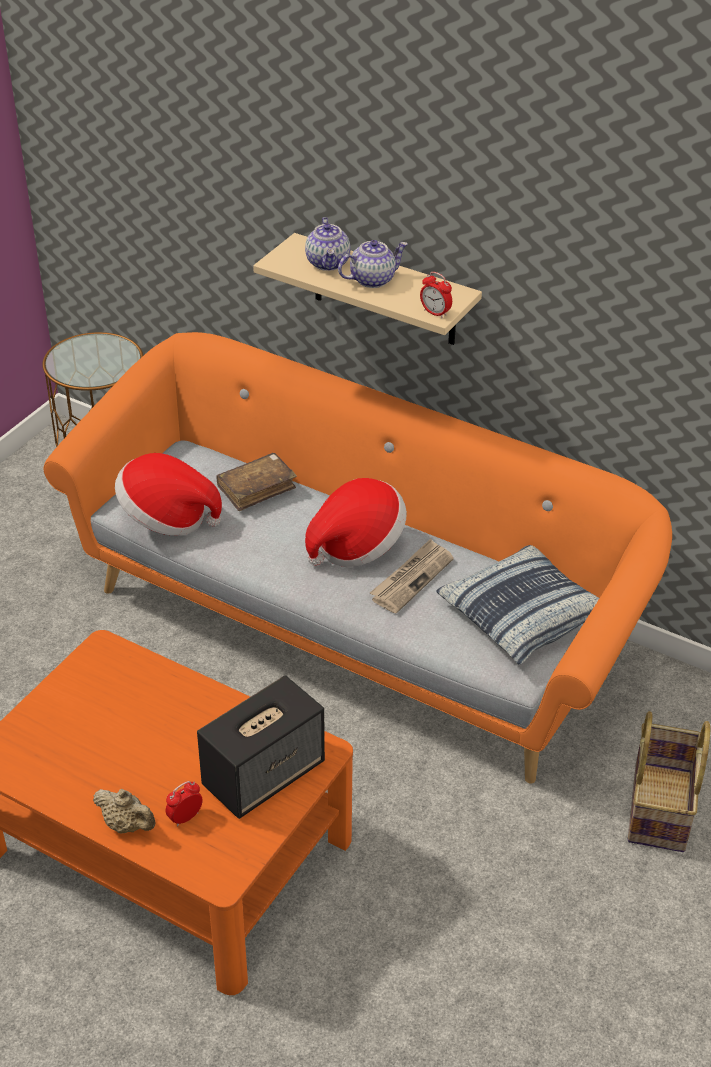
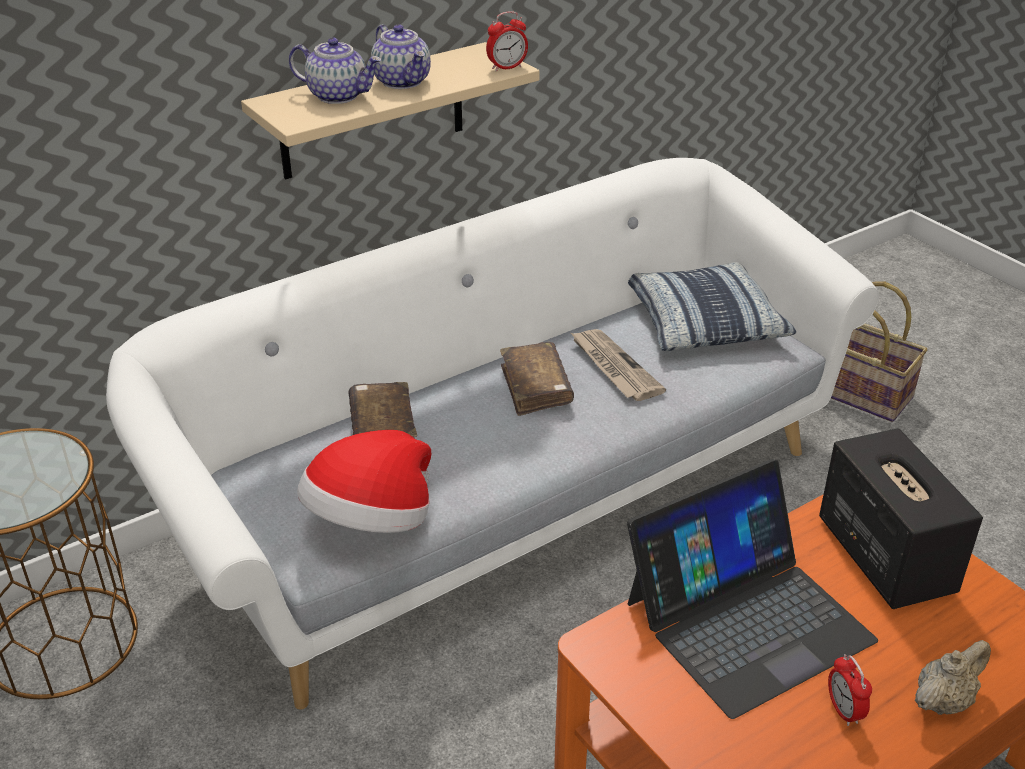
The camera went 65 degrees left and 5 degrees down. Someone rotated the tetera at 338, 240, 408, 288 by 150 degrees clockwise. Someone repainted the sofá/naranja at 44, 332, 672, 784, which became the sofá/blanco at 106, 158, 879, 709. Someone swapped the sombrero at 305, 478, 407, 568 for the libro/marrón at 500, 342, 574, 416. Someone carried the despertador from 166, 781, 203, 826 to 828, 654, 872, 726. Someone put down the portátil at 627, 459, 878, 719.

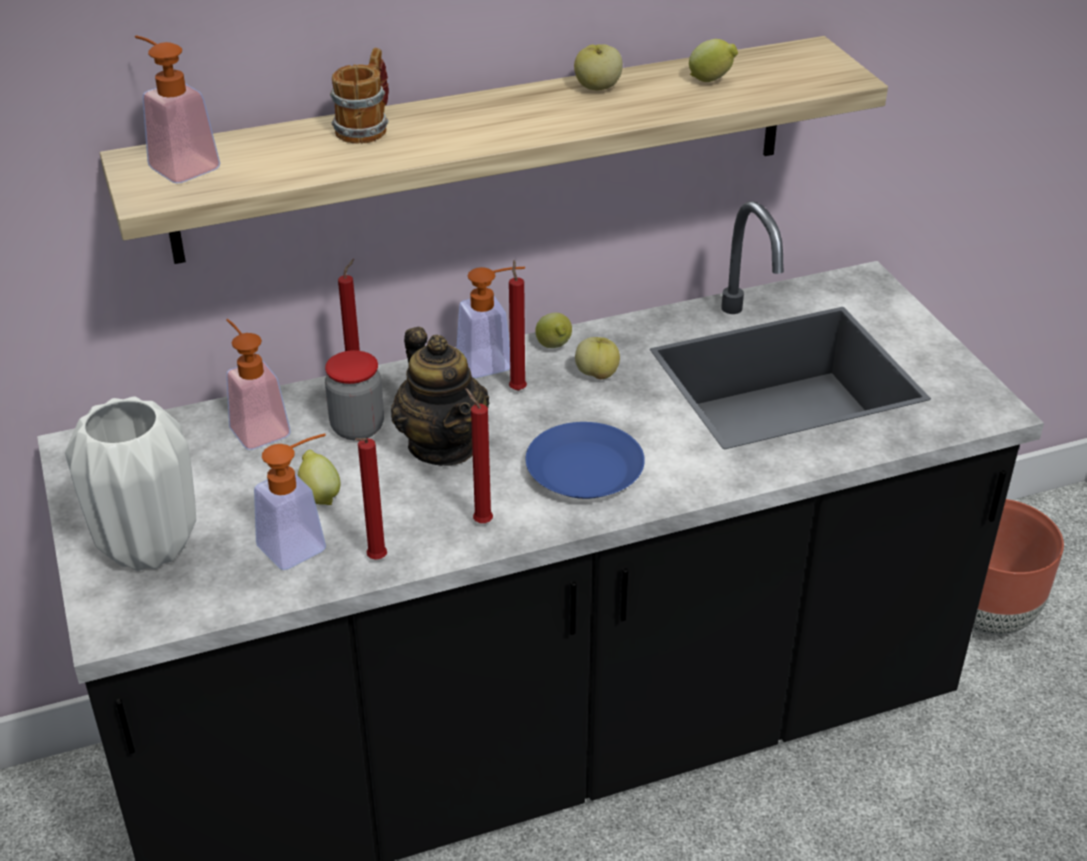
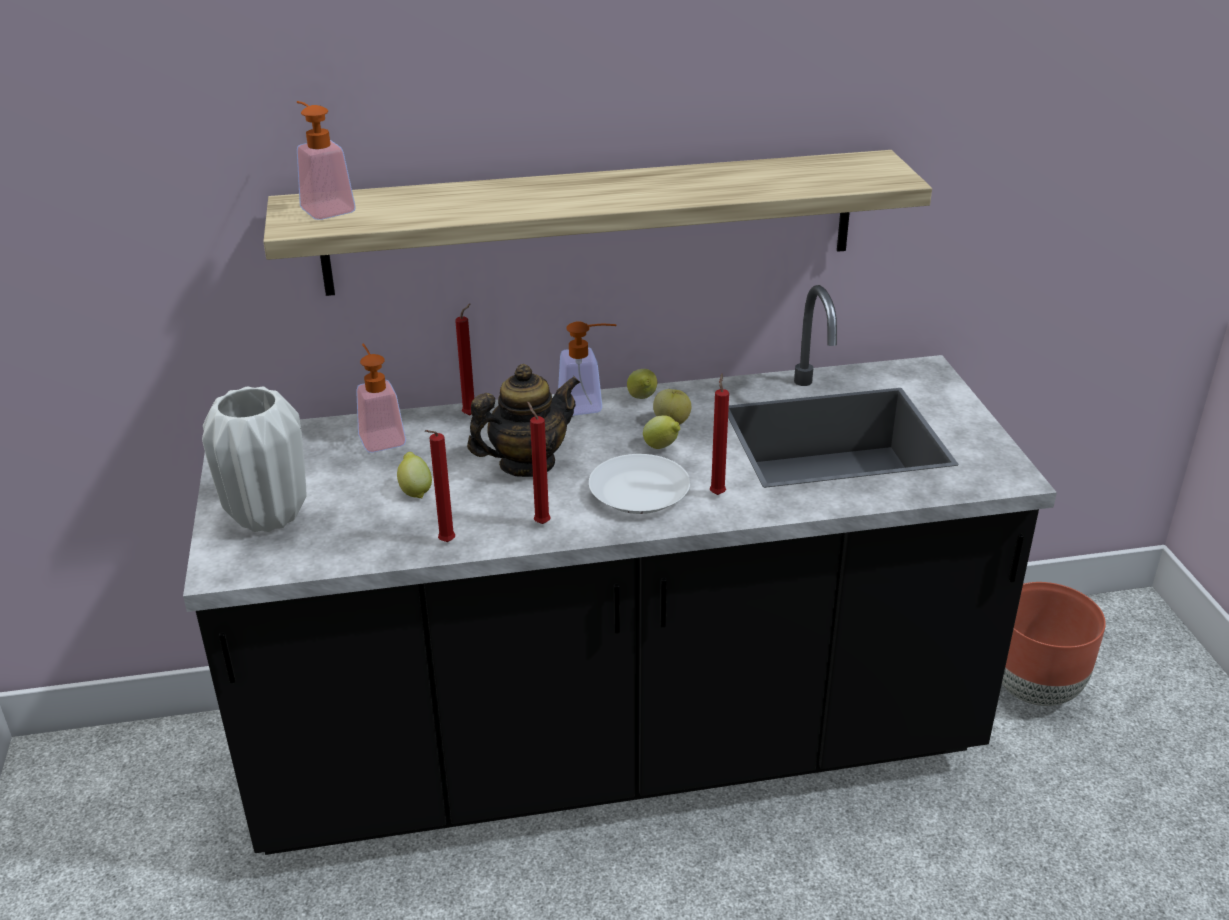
The camera went 10 degrees right and 5 degrees down. Someone carried the limón from 689, 39, 738, 82 to 643, 415, 680, 449. Someone took away the manzana at 574, 44, 623, 90. Someone took away the taza grande at 330, 48, 389, 144. Someone carried the vela/rojo from 509, 260, 527, 391 to 710, 373, 729, 495. Someone rotated the tetera at 391, 327, 489, 466 by 105 degrees counterclockwise. Someone took away the tarro at 325, 350, 384, 440. Someone repainted the plato/azul at 525, 422, 645, 499, which became the plato/blanco at 589, 454, 690, 514. Someone took away the dispensador de jabón at 254, 433, 326, 570.

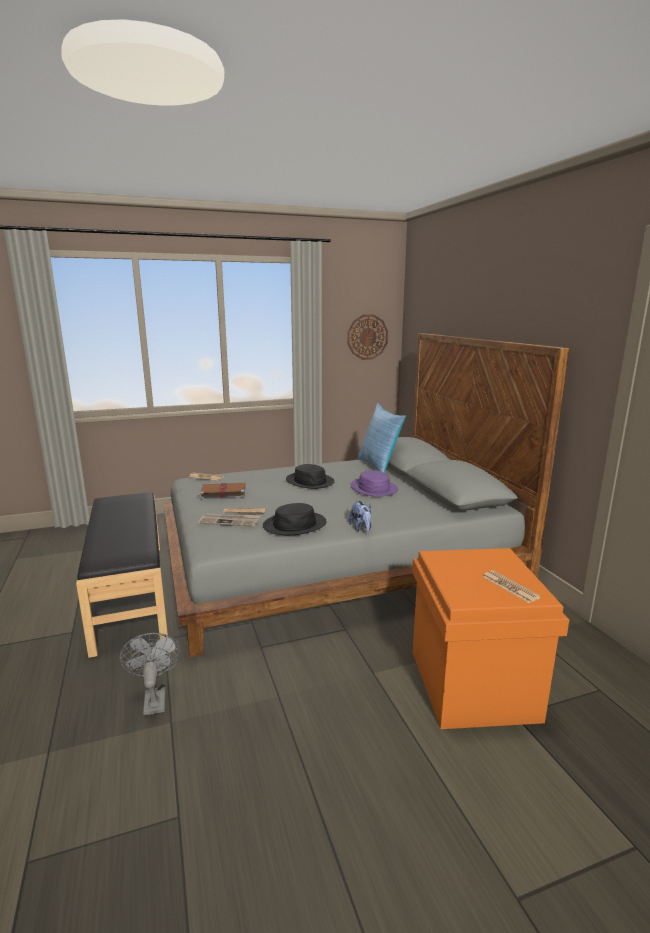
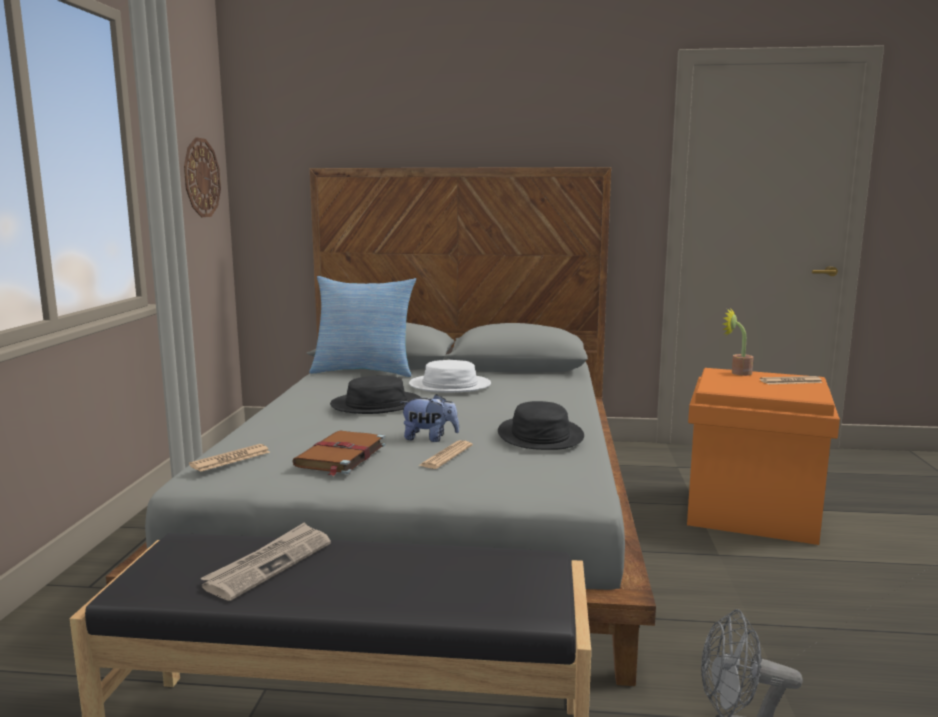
The camera went 65 degrees left and 5 degrees down. Someone repainted the sombrero/morado at 351, 470, 398, 496, which became the sombrero/blanco at 409, 360, 491, 392. Someone carried the peluche from 349, 500, 372, 531 to 400, 394, 459, 442. Someone carried the periódico from 198, 514, 261, 527 to 201, 522, 331, 601. Someone put down the planta en maceta at 722, 308, 754, 376.

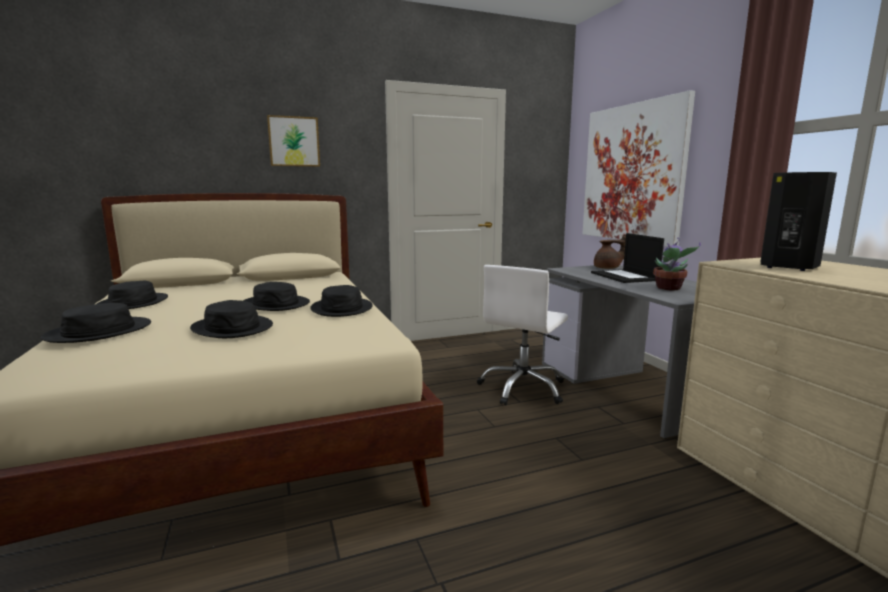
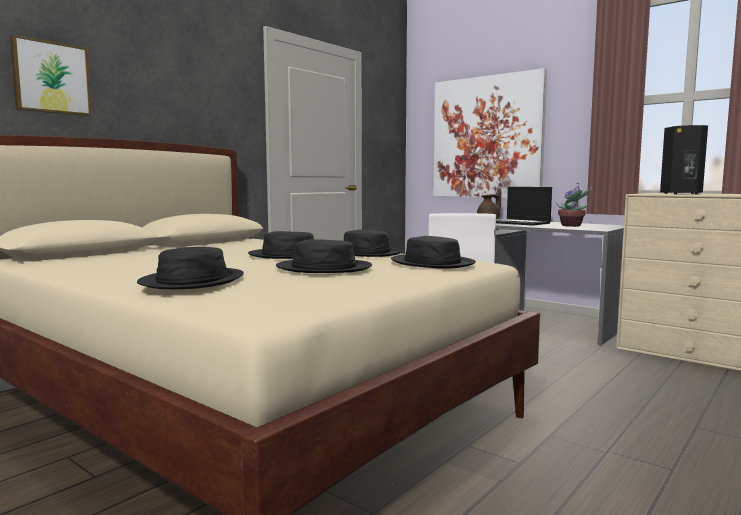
The camera went 30 degrees left and 5 degrees down. Someone carried the cuadro from 267, 115, 320, 167 to 10, 35, 92, 116. Someone carried the sombrero/negro from 97, 281, 168, 309 to 391, 236, 476, 268.

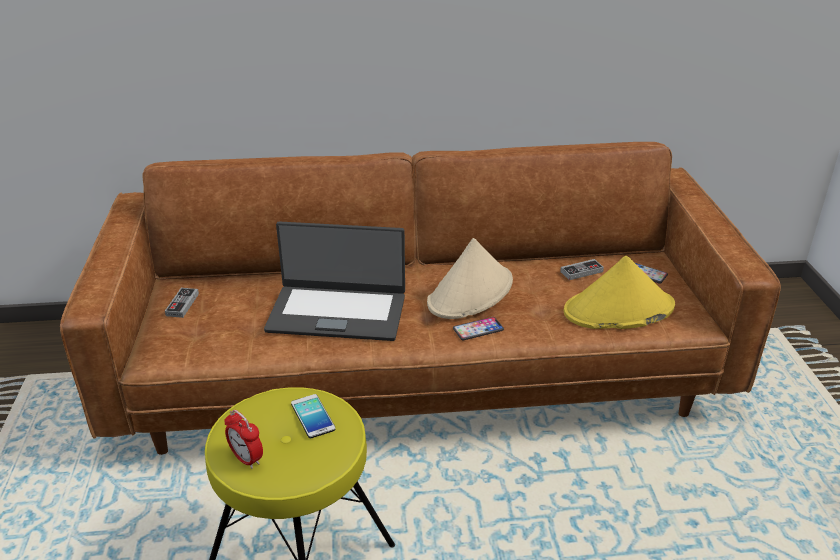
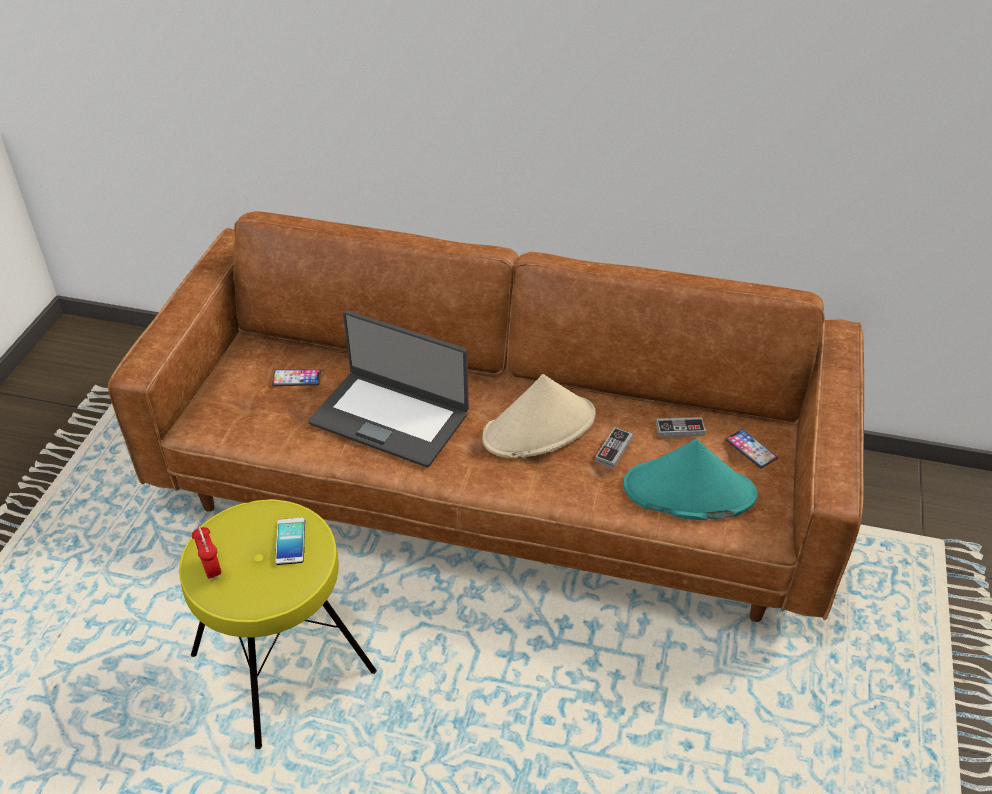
The camera went 20 degrees right and 10 degrees up. Someone repainted the sombrero/amarillo at 564, 256, 675, 329, which became the sombrero/turquesa at 623, 440, 758, 520. Someone carried the mando de consola from 165, 288, 199, 318 to 595, 427, 633, 468. Someone carried the móvil from 453, 317, 504, 340 to 272, 369, 321, 386.

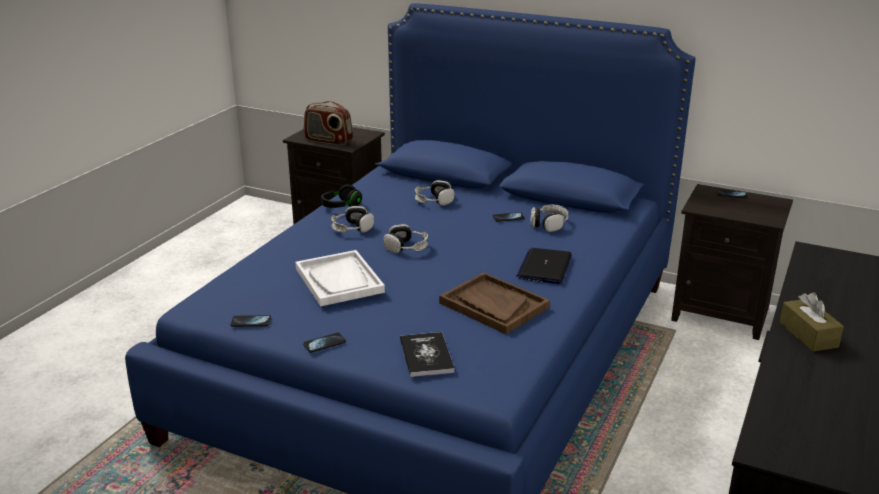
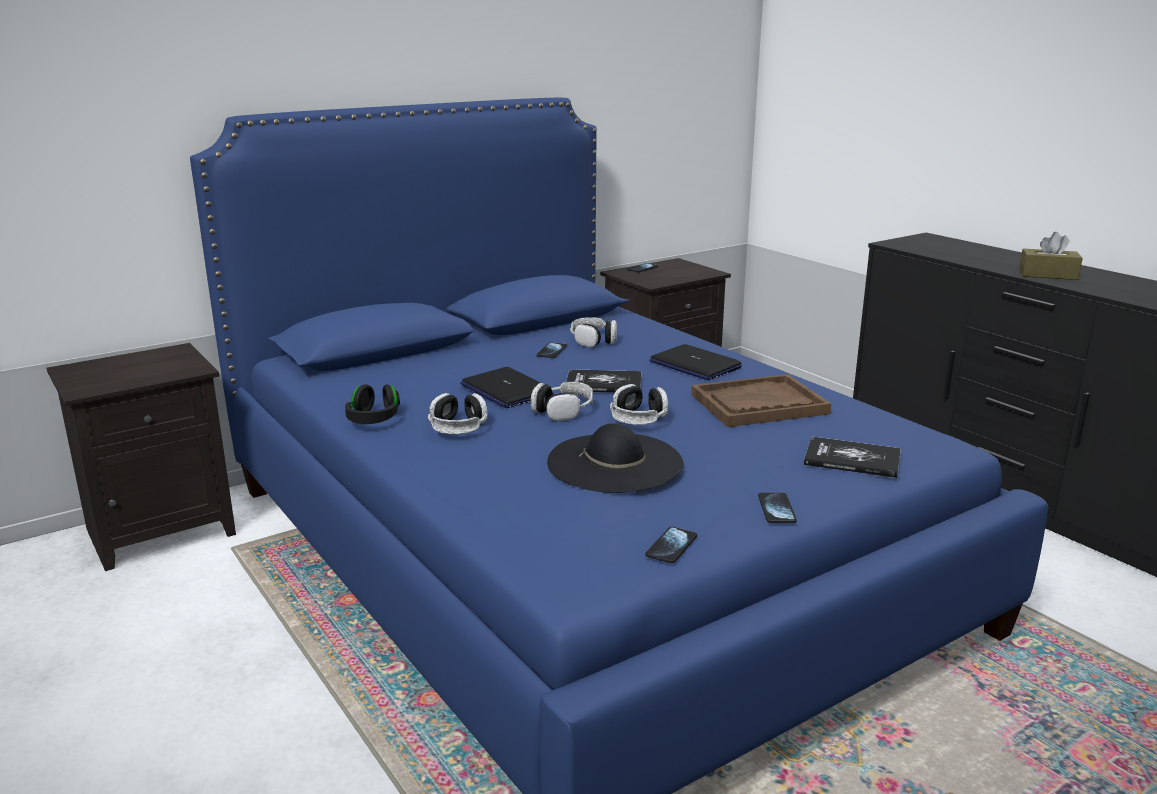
The camera went 60 degrees left and 5 degrees down. Someone took away the radio at 304, 101, 353, 146. Someone carried the auriculares from 415, 180, 455, 206 to 610, 384, 668, 425. Someone swapped the bandeja/blanco at 295, 250, 385, 307 for the sombrero/negro at 547, 424, 683, 493. Someone put down the portátil at 460, 367, 554, 408. Someone put down the libro at 566, 369, 642, 393.

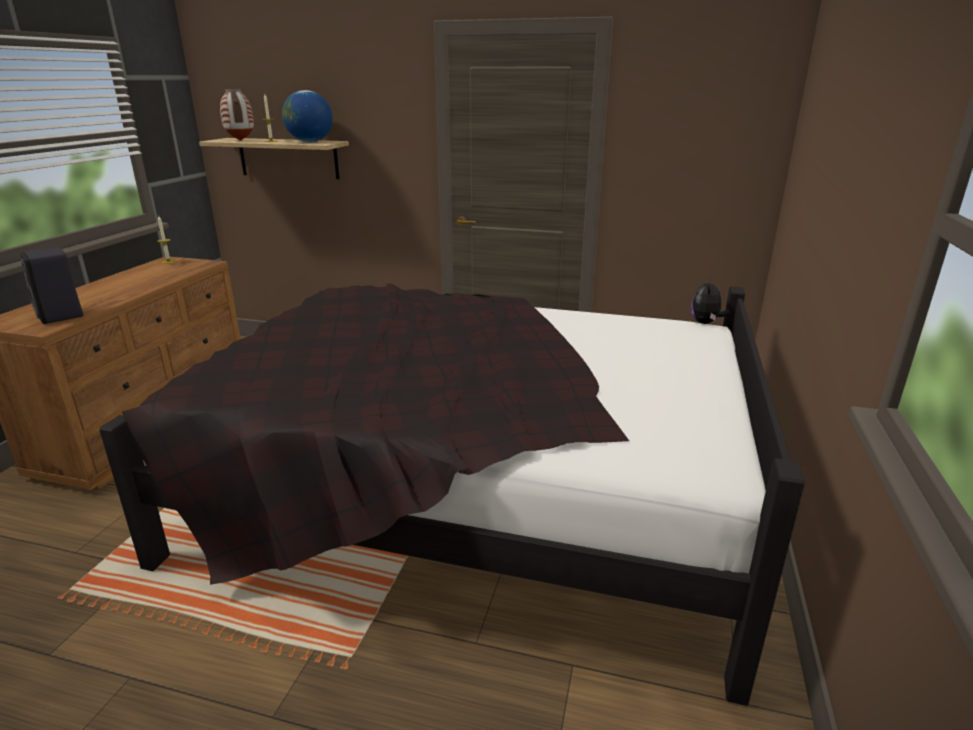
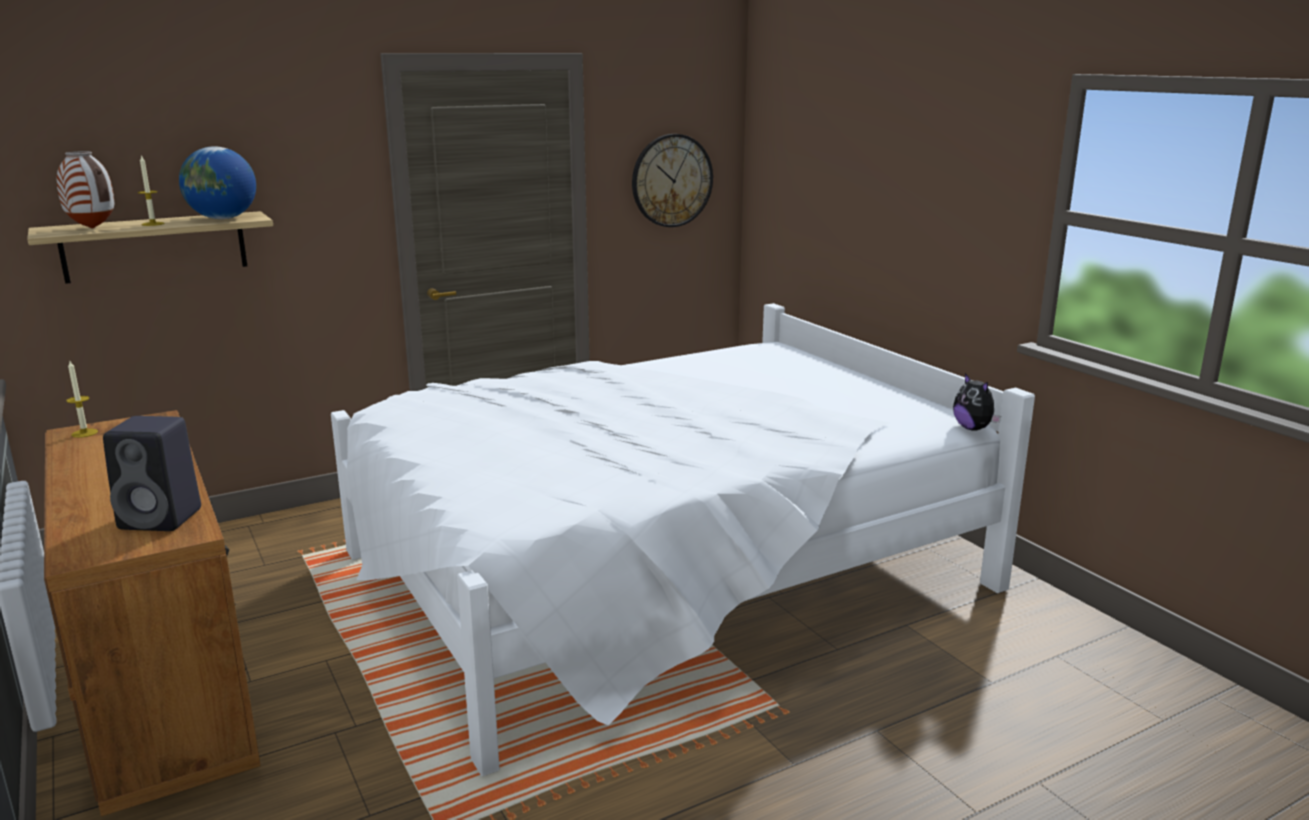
The camera went 45 degrees left and 5 degrees down. Someone carried the peluche from 691, 277, 730, 324 to 953, 373, 1001, 431. Someone repainted the cama/negro at 99, 283, 805, 706, which became the cama/blanco at 331, 303, 1035, 777. Someone put up the reloj de pared at 632, 134, 713, 227.

